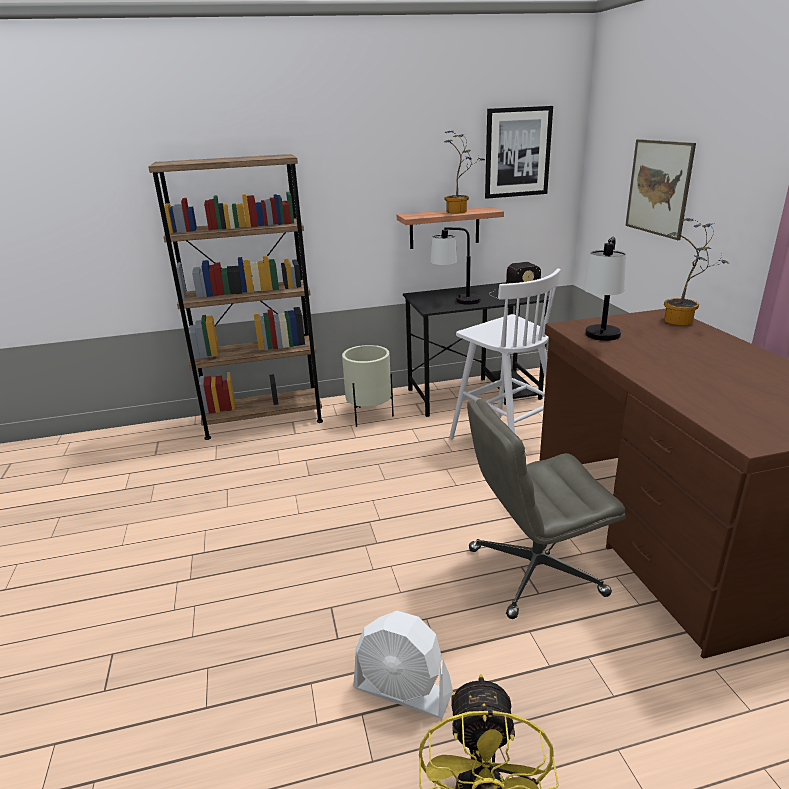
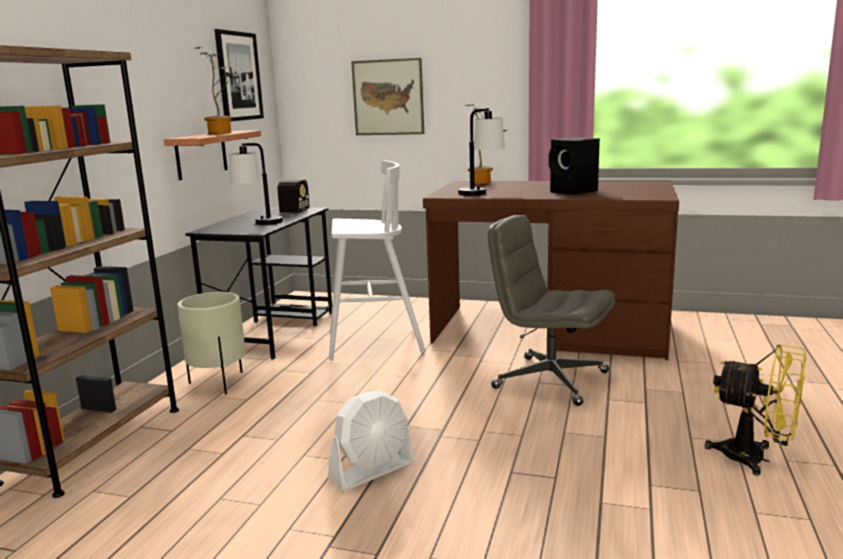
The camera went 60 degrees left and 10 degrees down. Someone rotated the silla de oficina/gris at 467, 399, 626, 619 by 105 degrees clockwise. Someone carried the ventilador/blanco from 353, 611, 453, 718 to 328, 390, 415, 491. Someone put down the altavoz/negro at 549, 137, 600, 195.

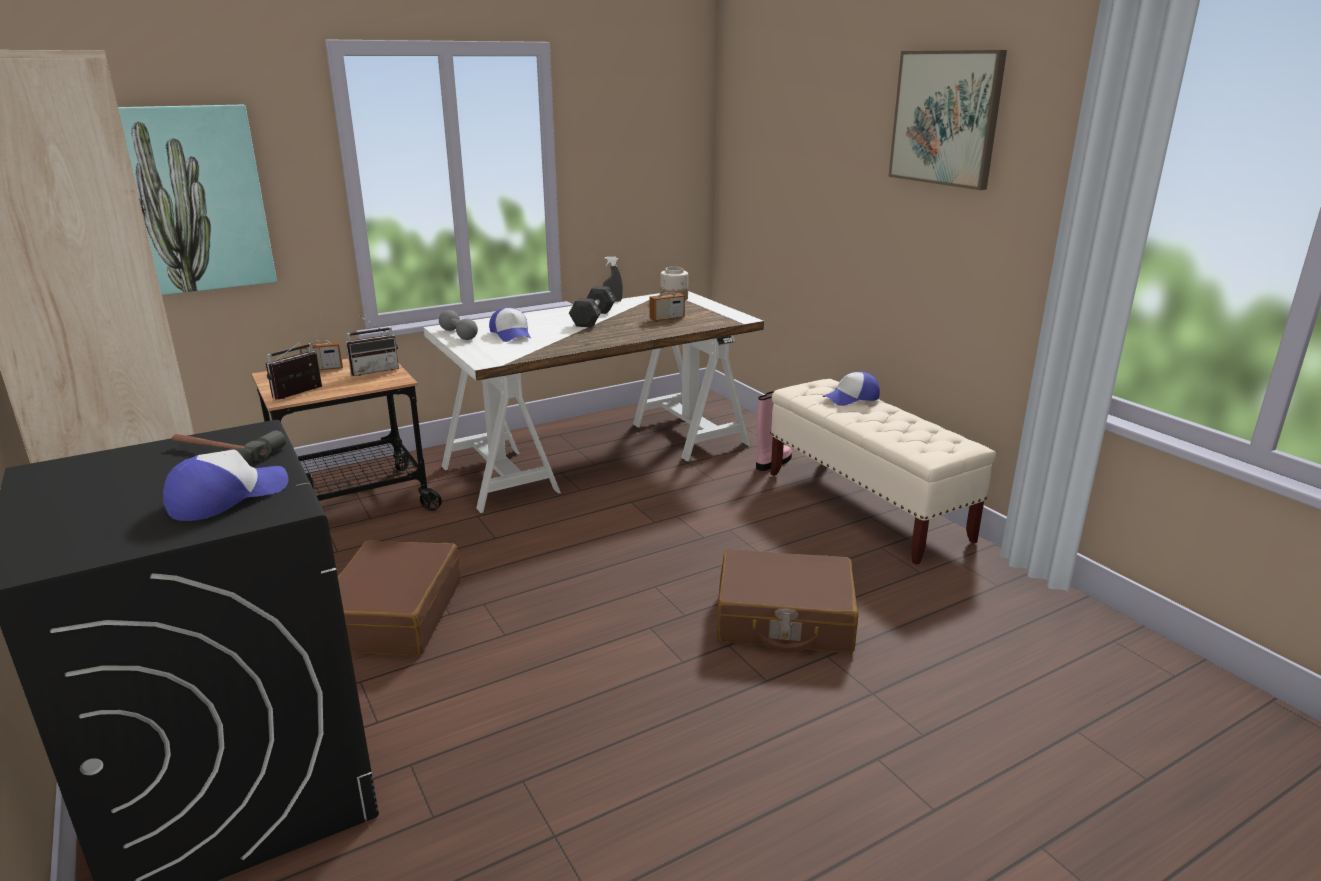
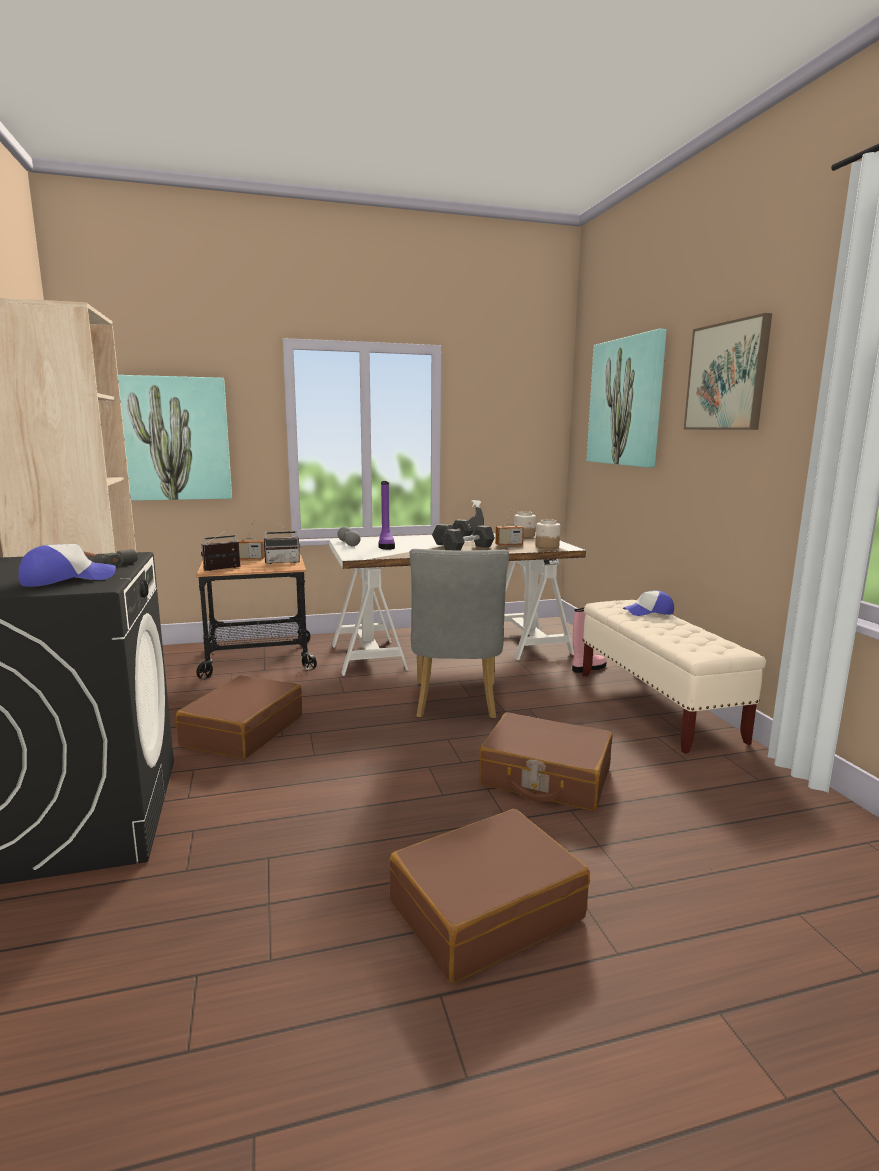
The camera went 15 degrees right and 10 degrees down. Someone swapped the gorra at 489, 307, 531, 342 for the bota/morado at 379, 481, 395, 550. Someone put up the cuadro at 587, 329, 667, 467. Someone put down the tarro at 536, 519, 560, 548. Someone put down the mancuerna/negro at 442, 525, 495, 551. Someone put down the silla/gris at 410, 549, 509, 719. Someone put down the maleta/marrón at 389, 809, 590, 983.

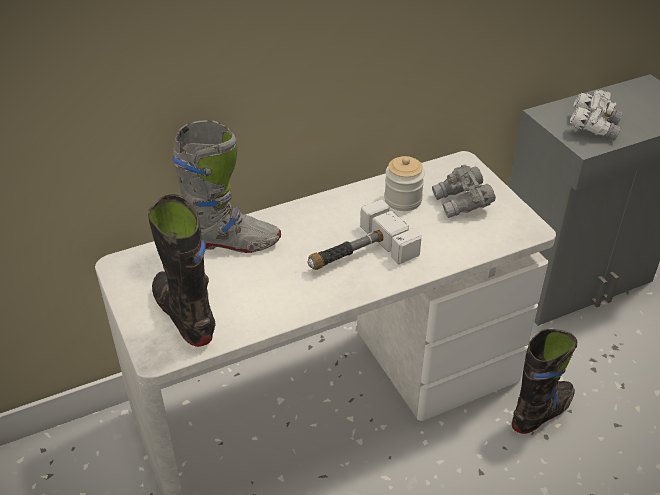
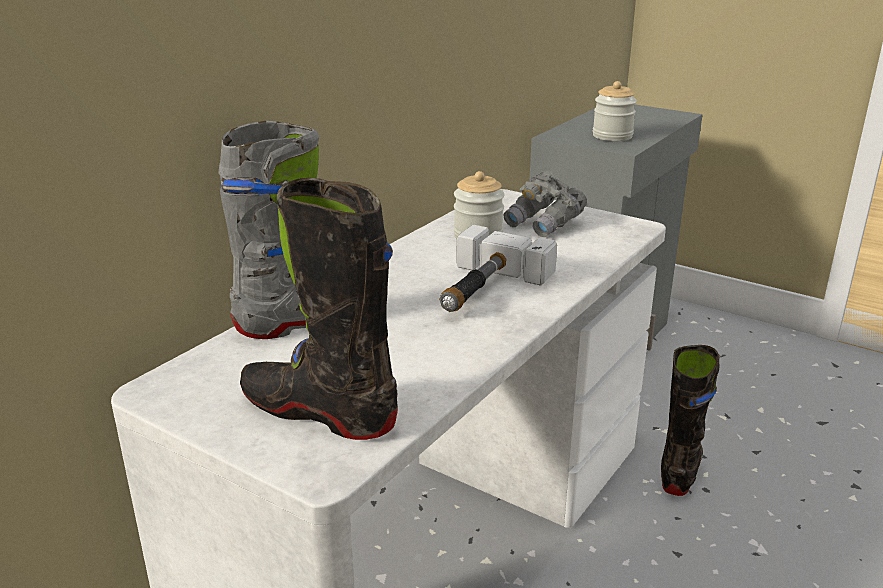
The camera went 30 degrees left and 15 degrees down. Someone swapped the prismáticos/blanco at 570, 90, 623, 140 for the tarro at 593, 81, 637, 141.

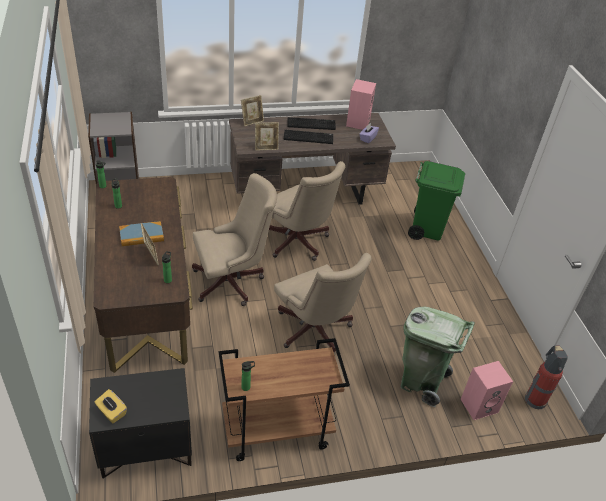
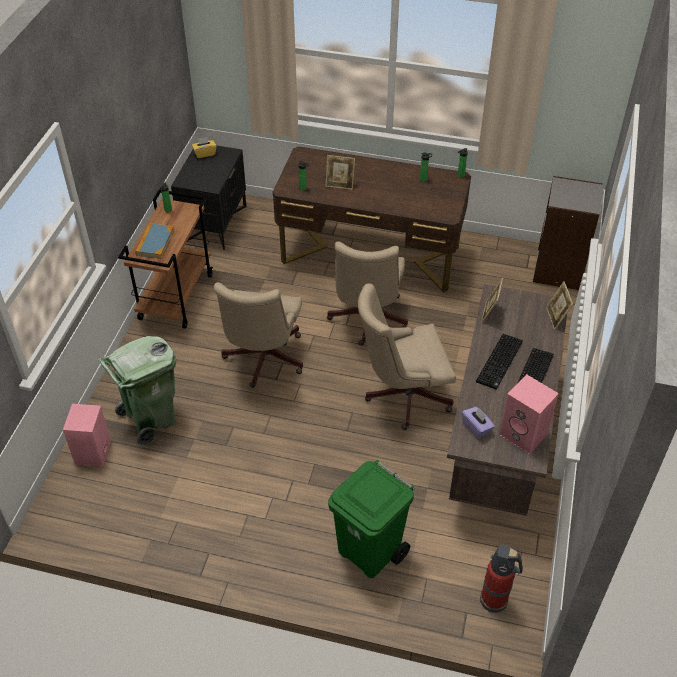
The camera went 120 degrees right and 5 degrees up. Someone carried the libro from 119, 221, 164, 246 to 135, 223, 174, 259. Someone rotated the silla de oficina/beis at 274, 253, 372, 352 by 75 degrees counterclockwise. Someone carried the extintor from 525, 345, 568, 409 to 480, 544, 523, 613.

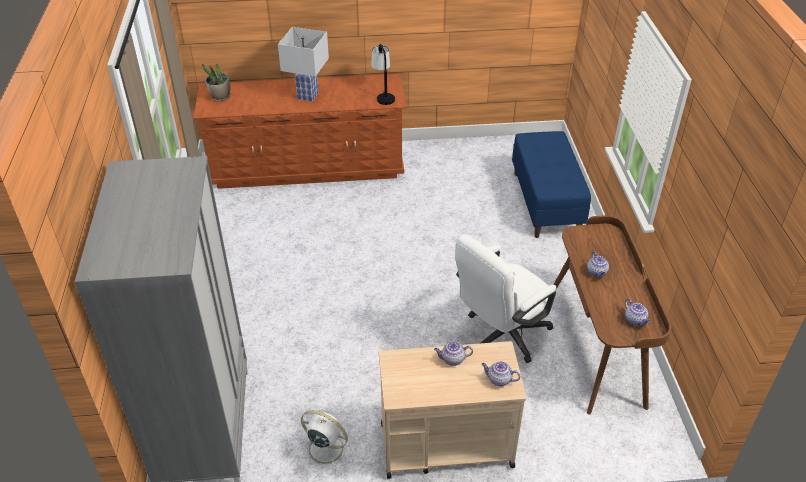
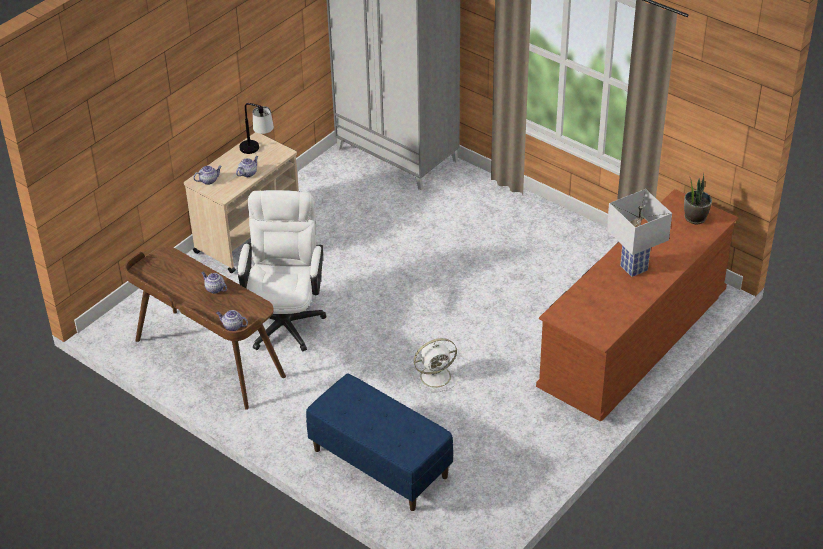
The camera went 135 degrees right and 0 degrees up. Someone carried the lámpara de mesa from 371, 44, 395, 105 to 239, 103, 274, 154. Someone carried the tetera from 625, 298, 650, 327 to 216, 310, 248, 331. Someone carried the ventilador/blanco from 299, 410, 351, 468 to 411, 338, 459, 392.

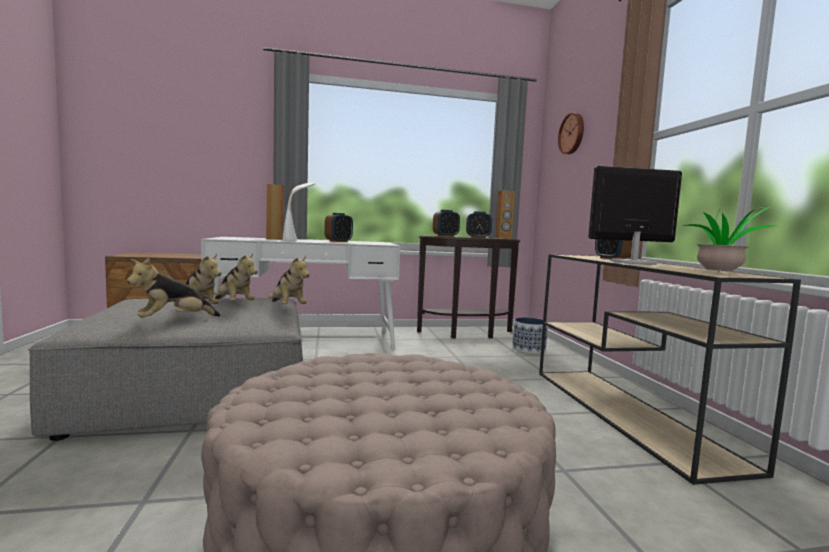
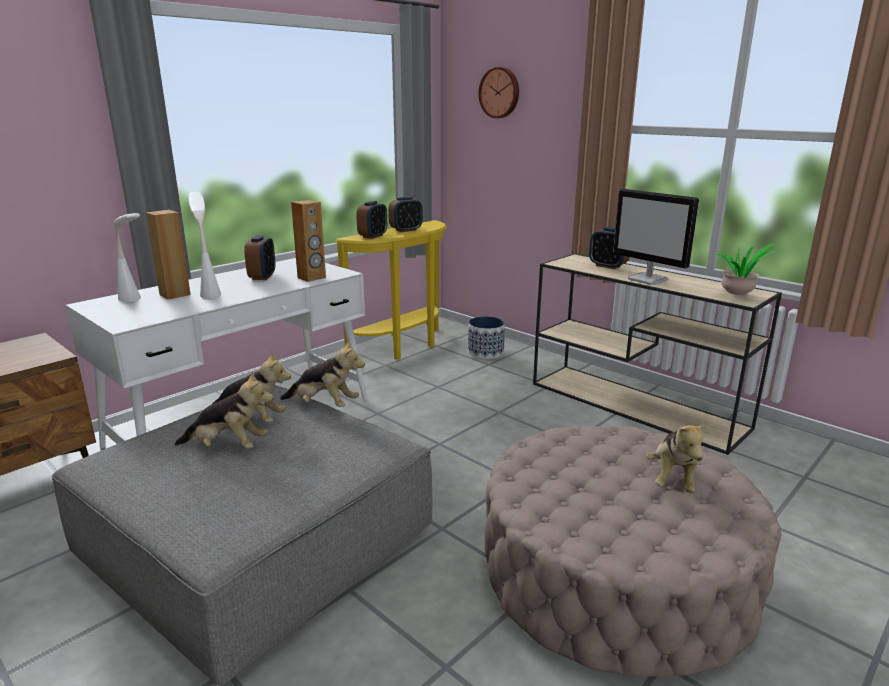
The camera went 35 degrees left and 15 degrees up. Someone rotated the monitor at 588, 166, 682, 265 by 90 degrees counterclockwise. Someone carried the altavoz/marrón from 495, 191, 515, 239 to 291, 200, 326, 282. Someone repainted the mesa consola/marrón at 417, 235, 521, 339, which became the mesa consola/amarillo at 335, 220, 447, 360. Someone carried the peluche from 127, 258, 221, 318 to 646, 421, 707, 493. Someone put down the lámpara de mesa/blanco at 114, 213, 141, 302.

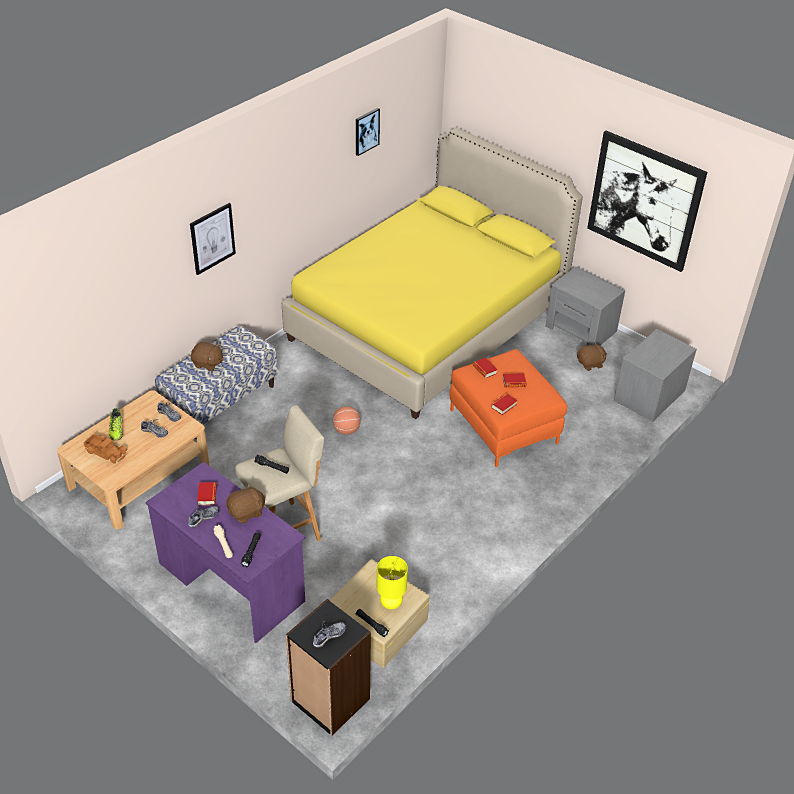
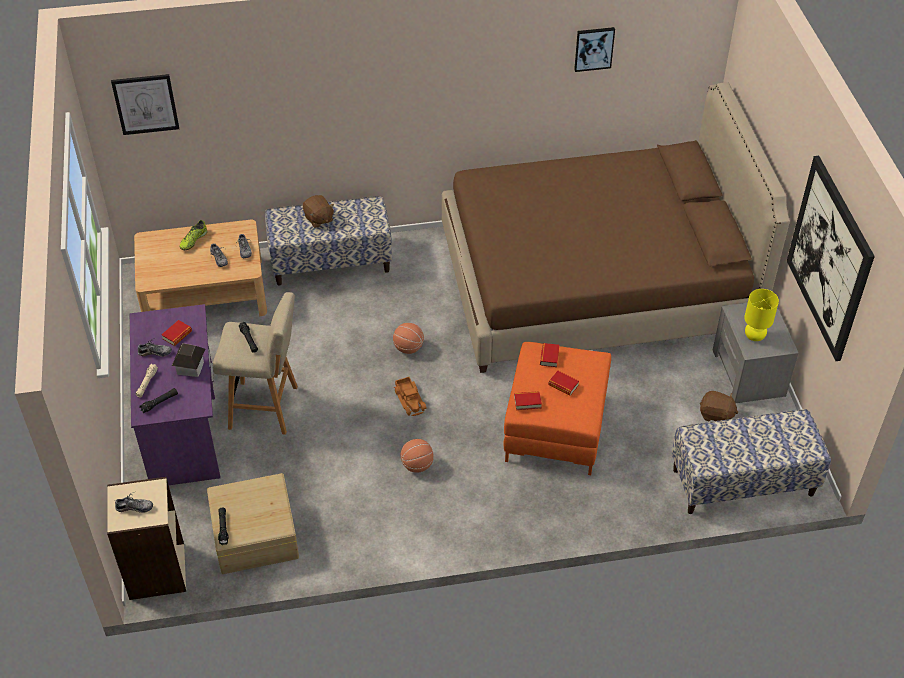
The camera went 40 degrees right and 5 degrees up. Someone repainted the cama/amarillo at 282, 128, 583, 419, which became the cama/marrón at 442, 82, 790, 373. Someone carried the cuadro from 190, 203, 236, 275 to 111, 74, 179, 135. Someone swapped the mesita de noche/gris at 614, 329, 697, 422 for the banco at 672, 409, 831, 514. Someone carried the camión de juguete from 83, 434, 127, 464 to 394, 377, 427, 416. Someone swapped the peluche/marrón at 226, 484, 266, 524 for the casita at 172, 343, 205, 377. Someone carried the lámpara de mesa/amarillo from 377, 556, 408, 609 to 744, 289, 779, 341. Someone repainted the estantería/negro at 286, 599, 371, 736, which became the estantería/beis at 107, 477, 186, 600. Someone put down the balón de baloncesto at 401, 439, 434, 473.

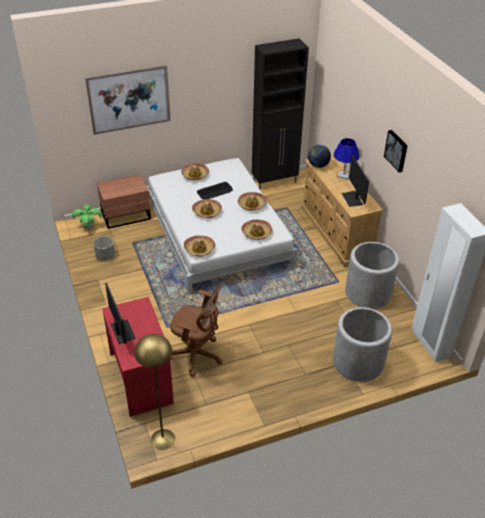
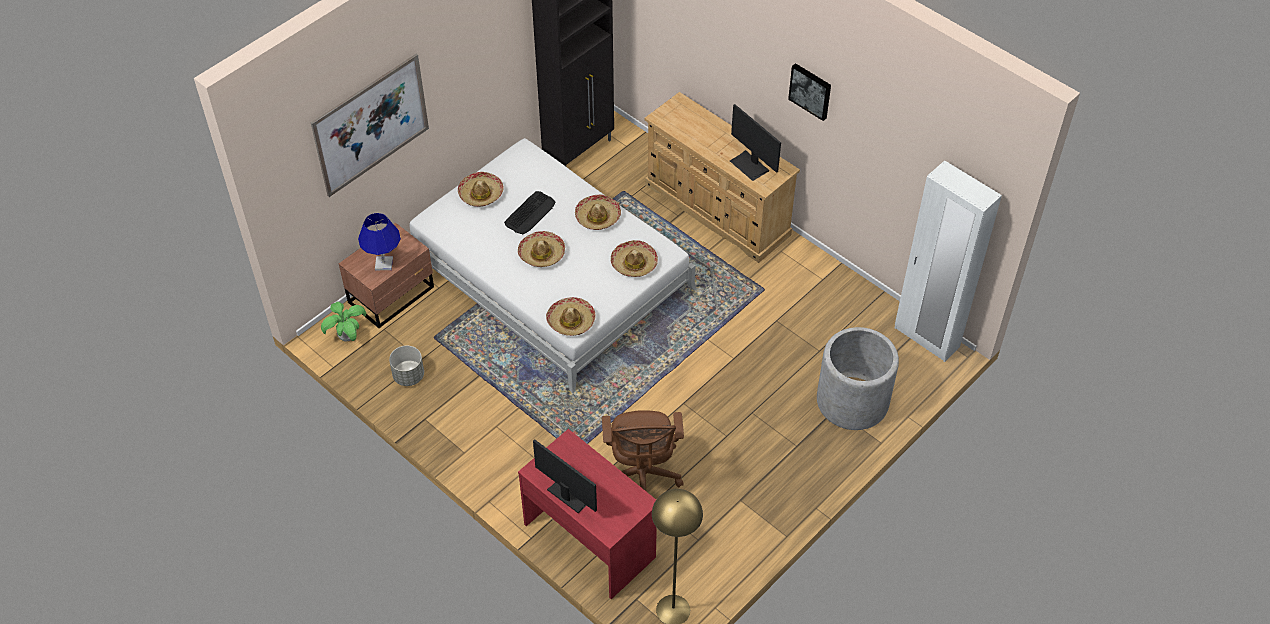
The camera went 25 degrees left and 10 degrees up. Someone carried the lámpara de mesa/azul from 334, 138, 359, 179 to 358, 213, 401, 270. Someone took away the globo terráqueo at 308, 145, 331, 168. Someone took away the maceta/gris at 345, 242, 399, 309. Someone rotated the silla de oficina/marrón at 170, 285, 223, 377 by 90 degrees clockwise.

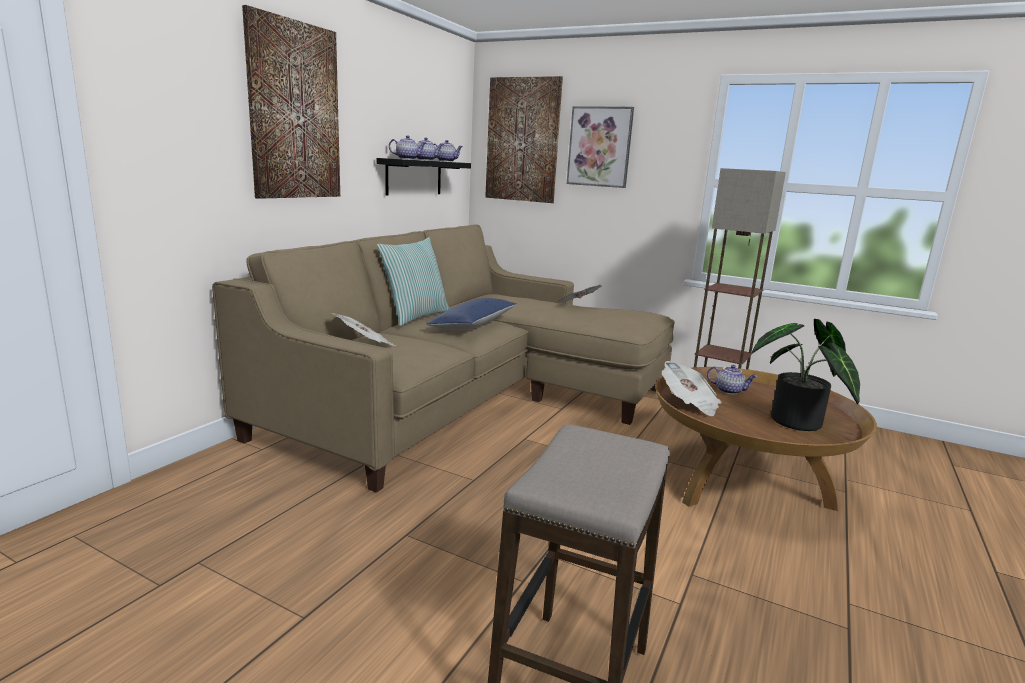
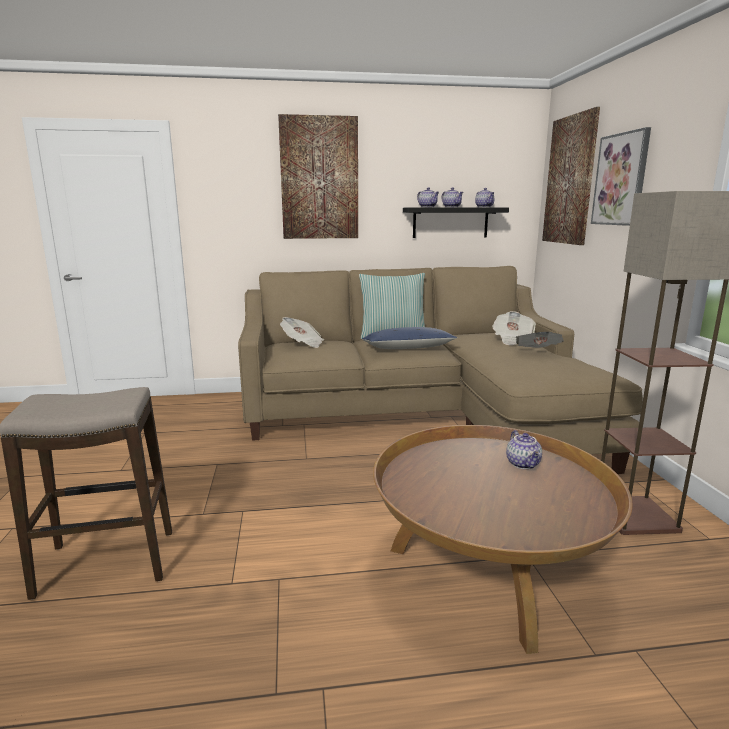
The camera went 55 degrees right and 0 degrees up. Someone took away the planta en maceta at 752, 319, 860, 431. Someone carried the periódico from 662, 361, 721, 416 to 492, 311, 536, 345.

